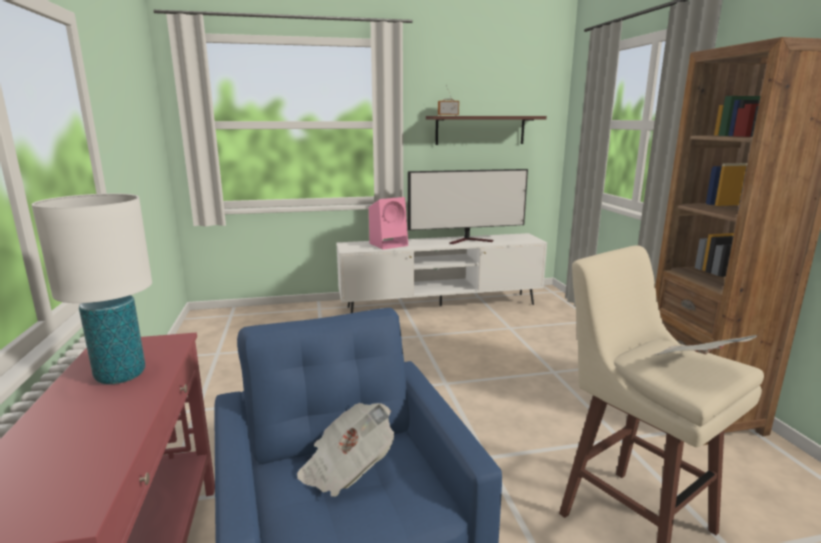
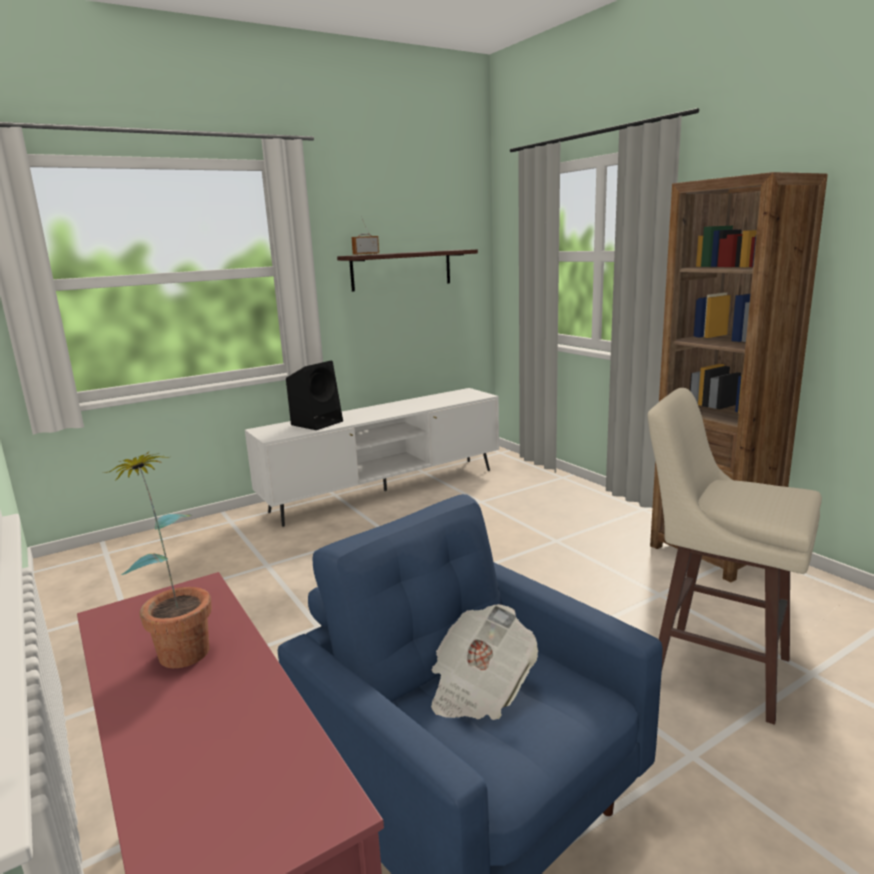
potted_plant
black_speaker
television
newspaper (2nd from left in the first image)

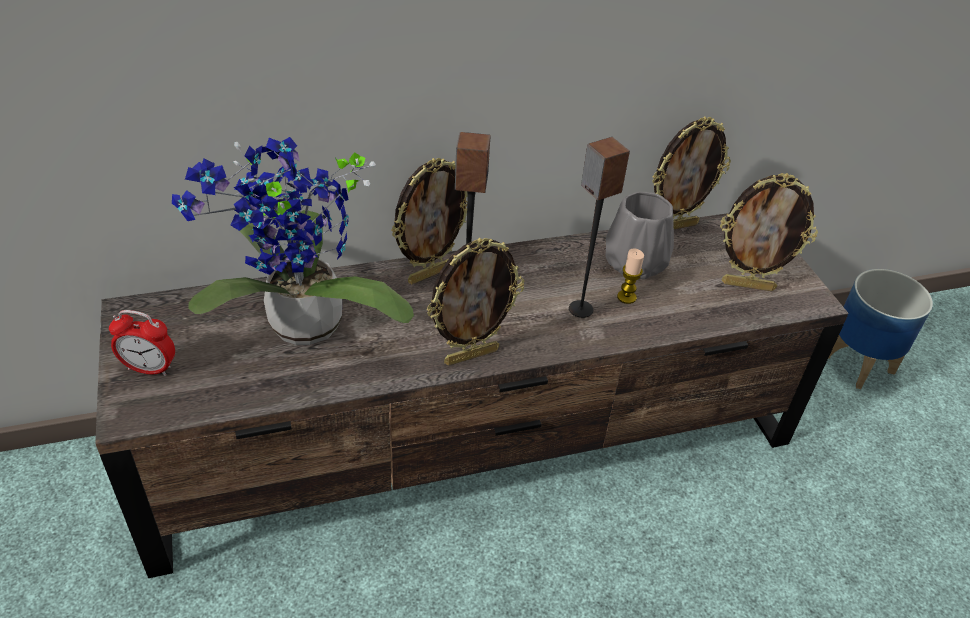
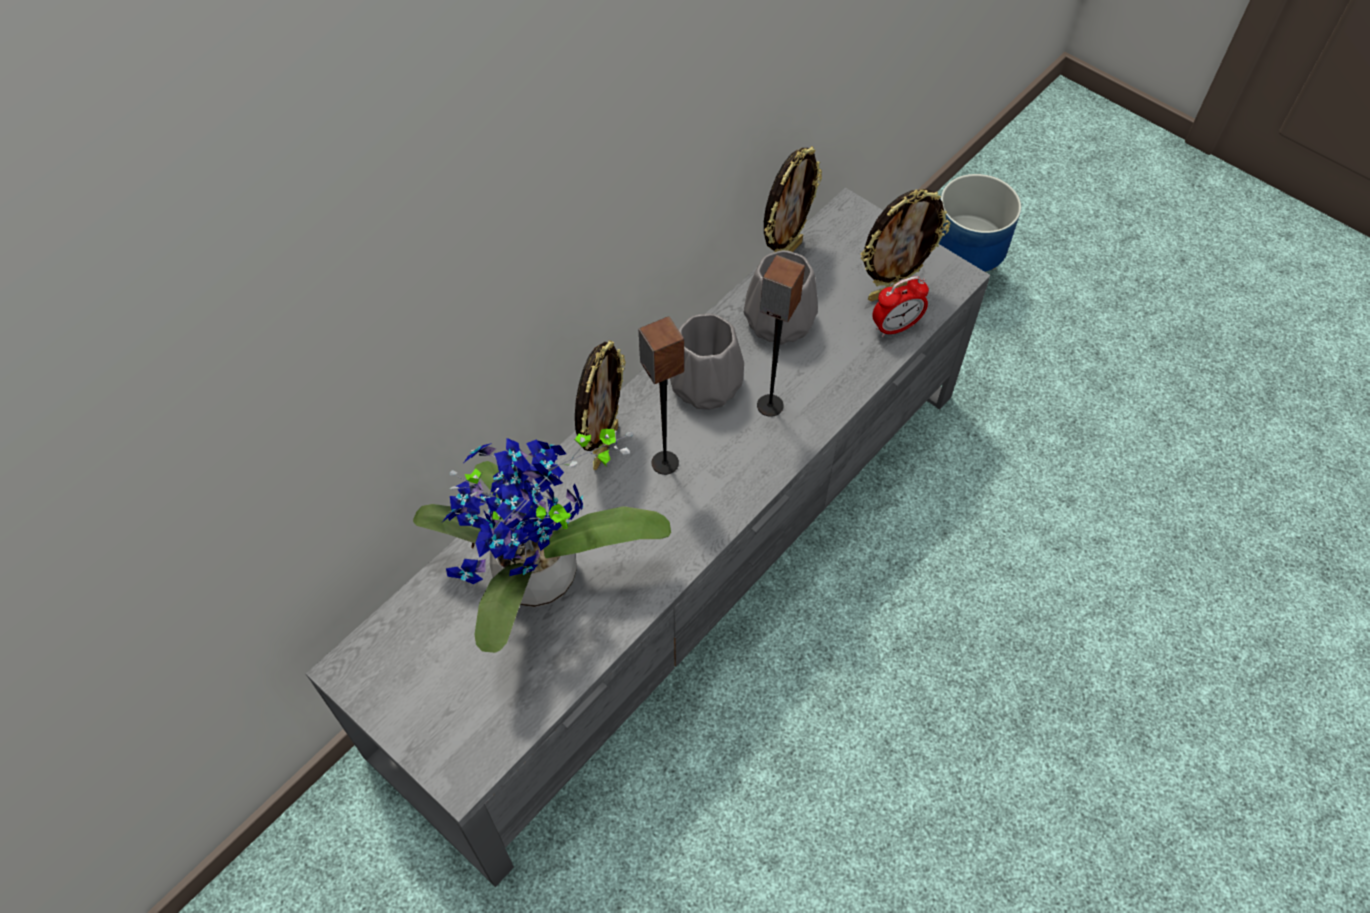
grey_tv_stand
alarm_clock
picture_frame (2nd from left in the first image)
candle
grey_vase (1st from left)

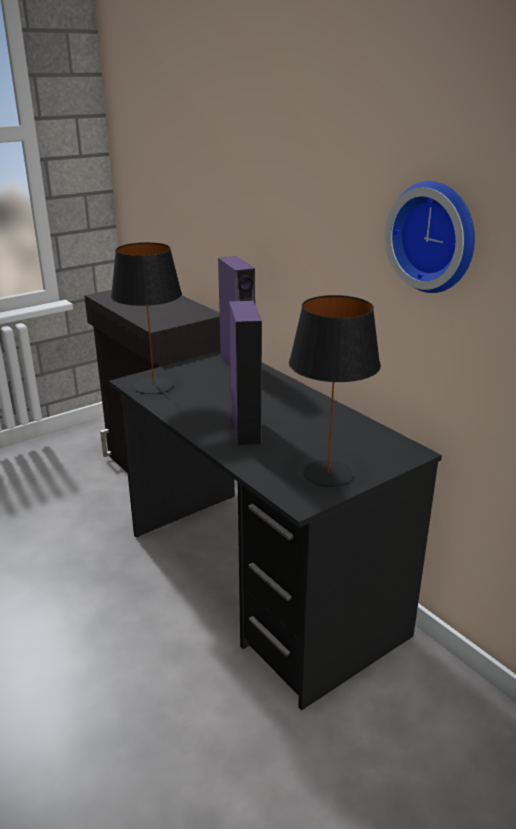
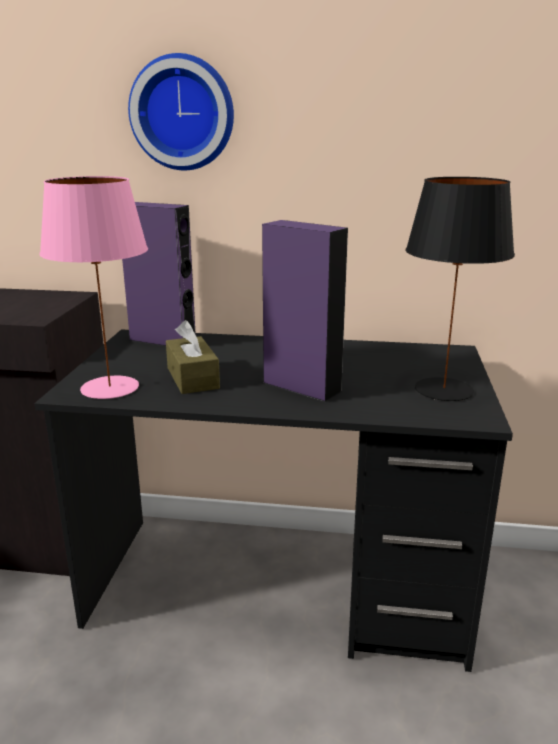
pink_table_lamp
wall_clock
brown_tissue_box

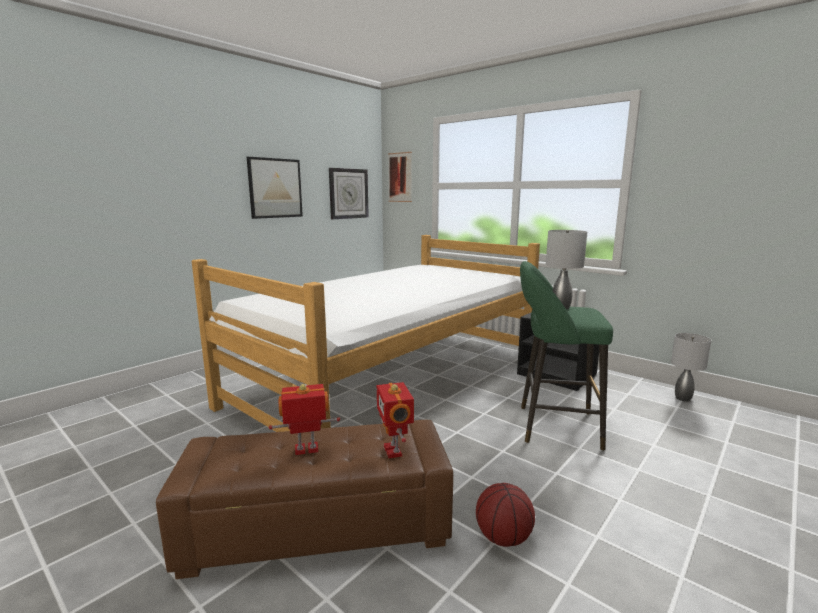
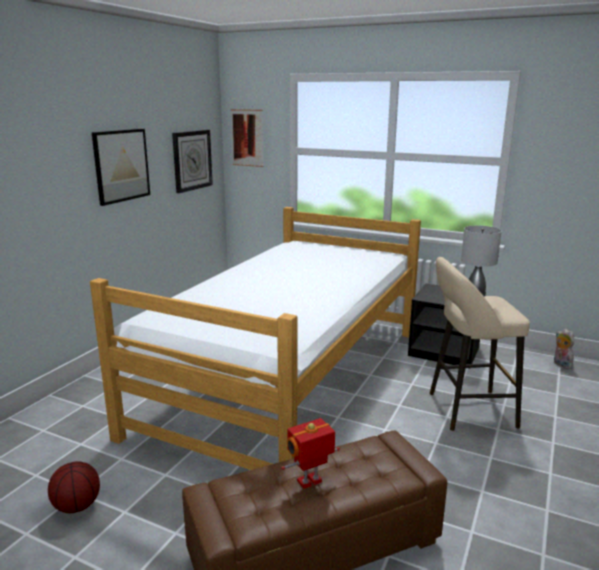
toy_robot (2nd from left in the first image)
basketball
beige_stool
plush_toy

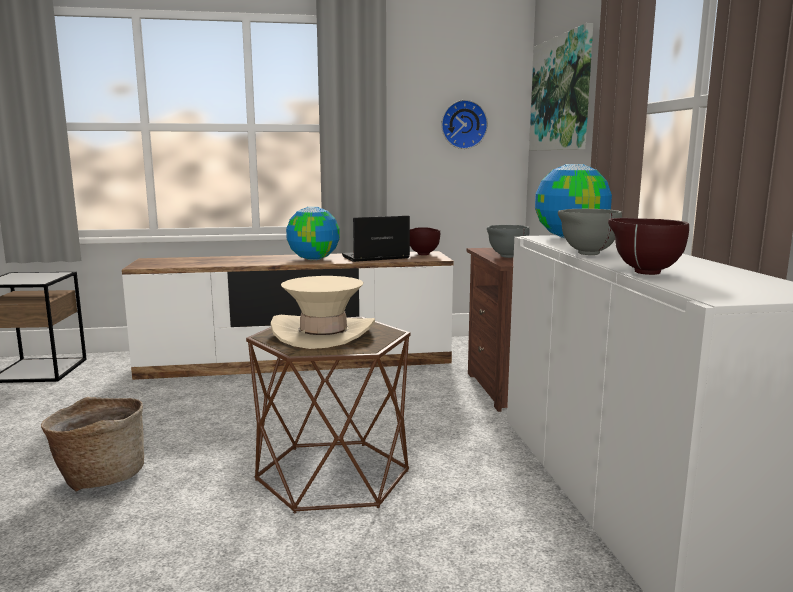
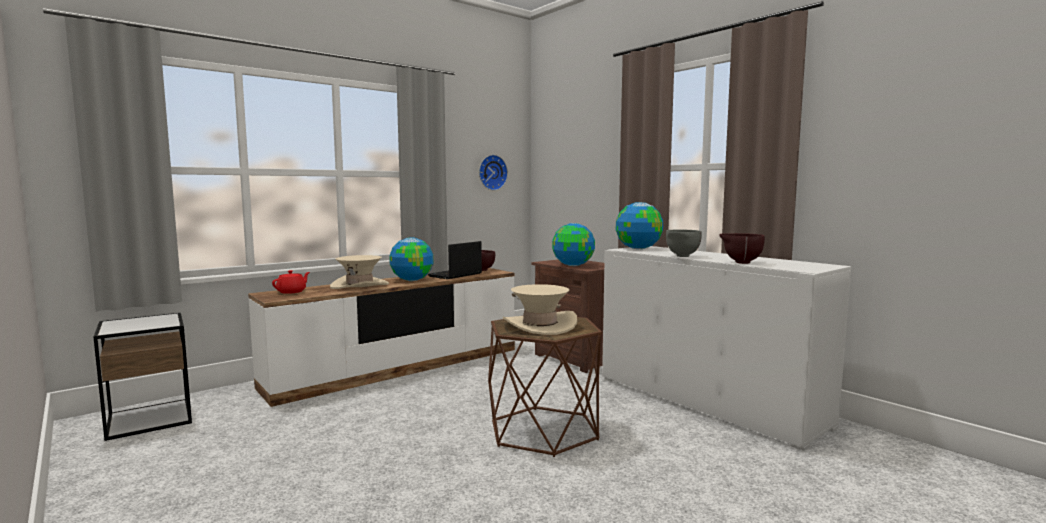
basket
globe (2nd from left)
picture
red_teapot
beige_hat (1st from left)

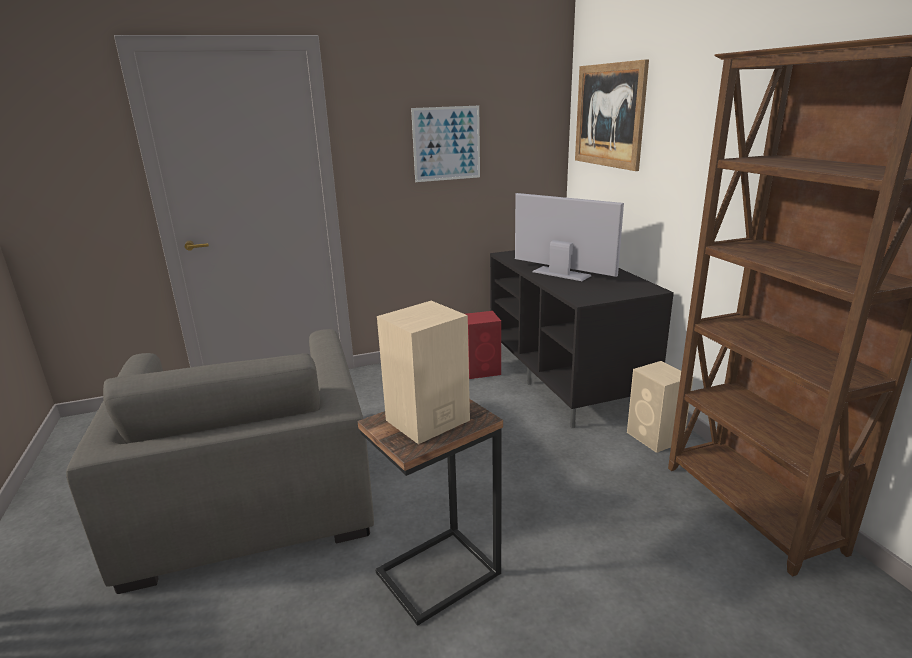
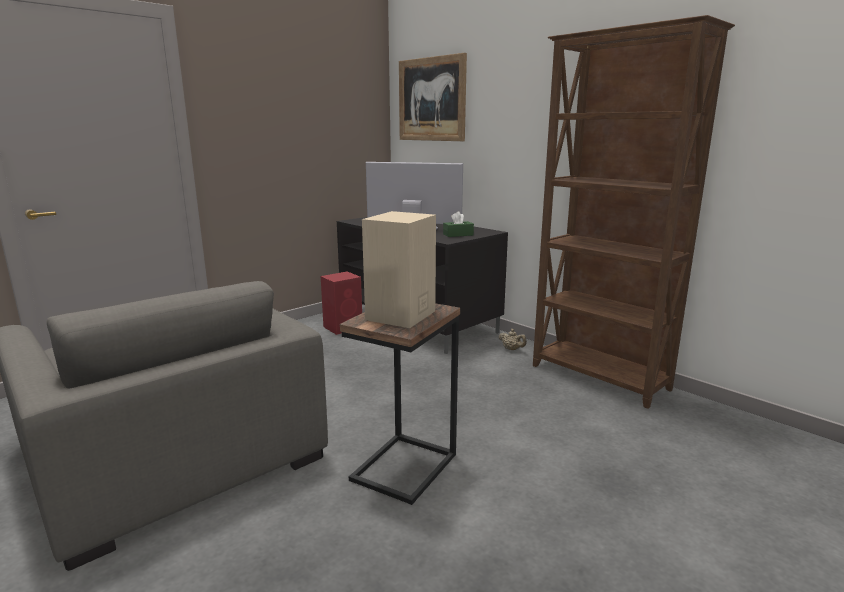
picture (1st from left in the first image)
beige_teapot
green_tissue_box

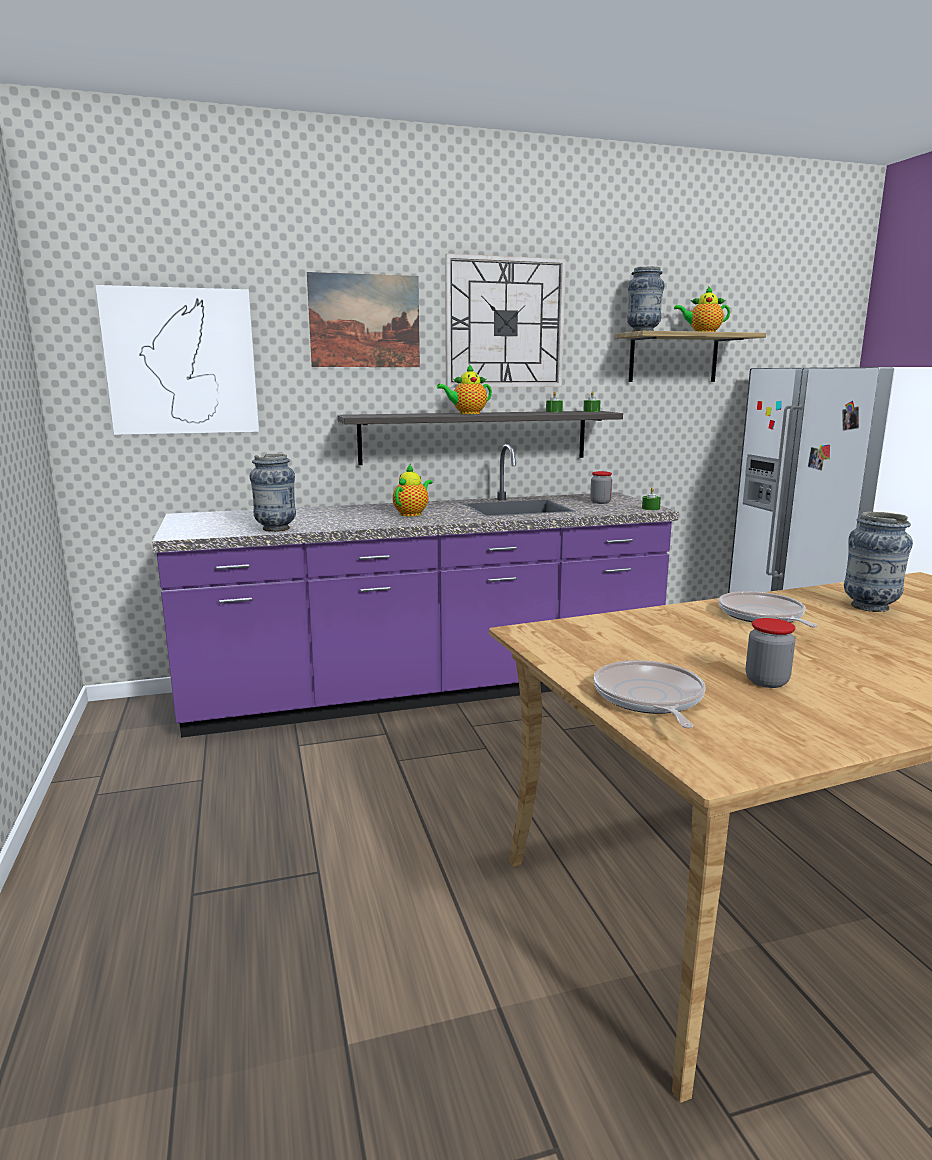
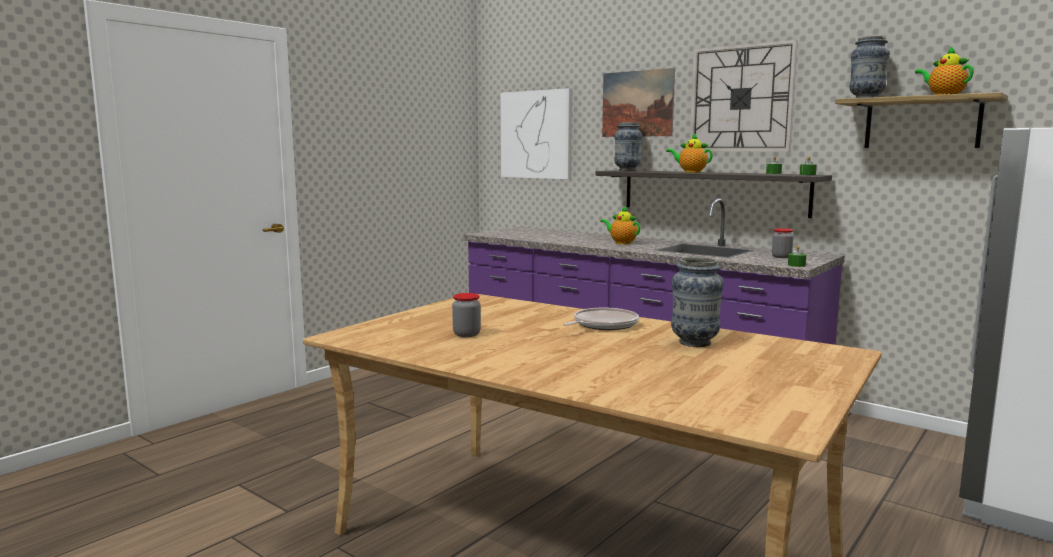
vase (1st from left)
teapot (1st from left)
frying_pan (1st from left in the first image)

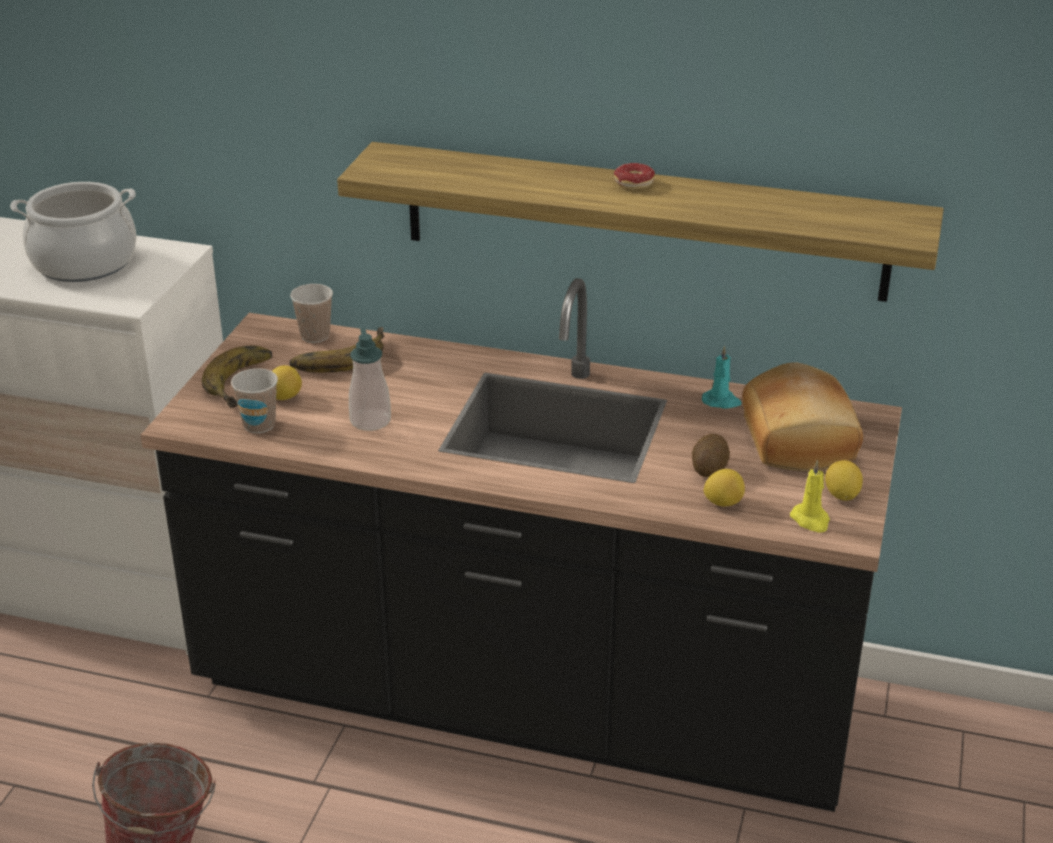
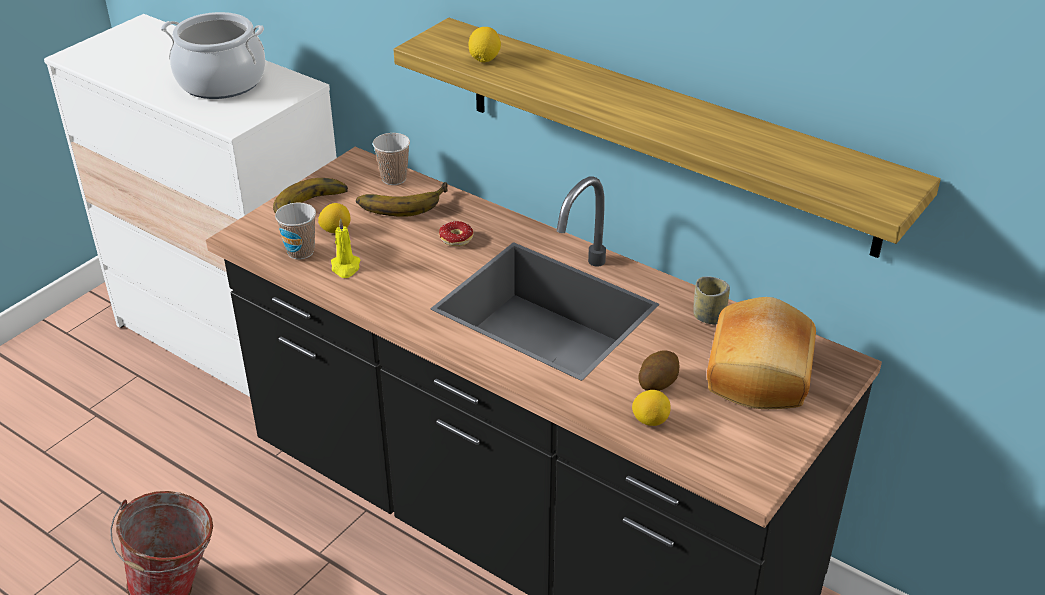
soap_dispenser
donut
cup (3rd from left)
yellow_candle
lemon (2nd from left)

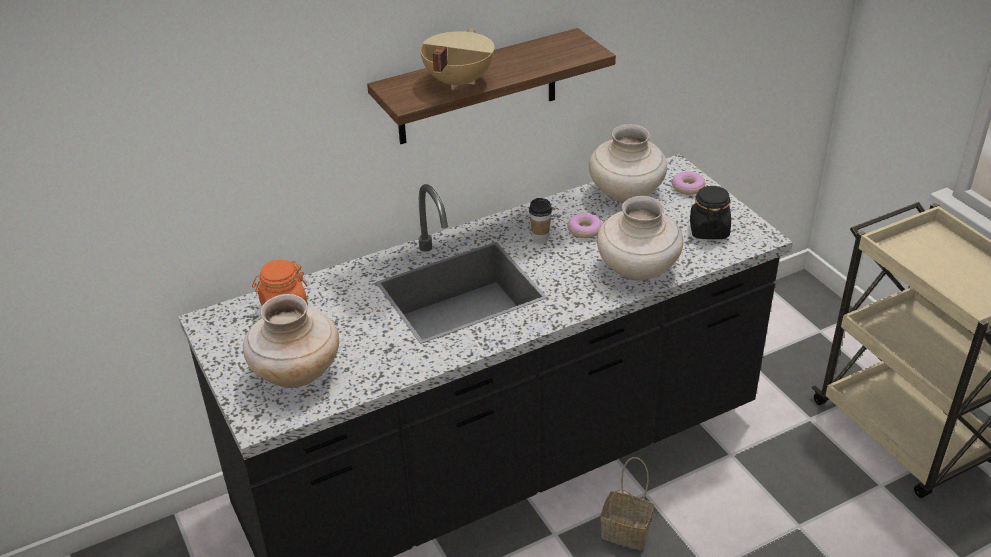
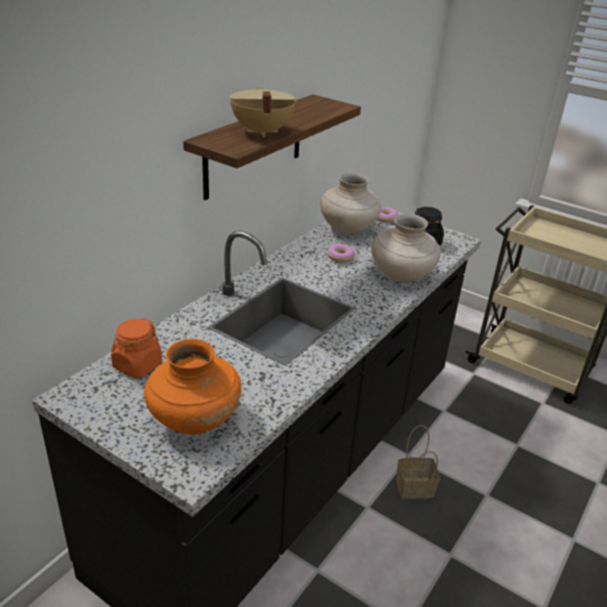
orange_vase
cup

